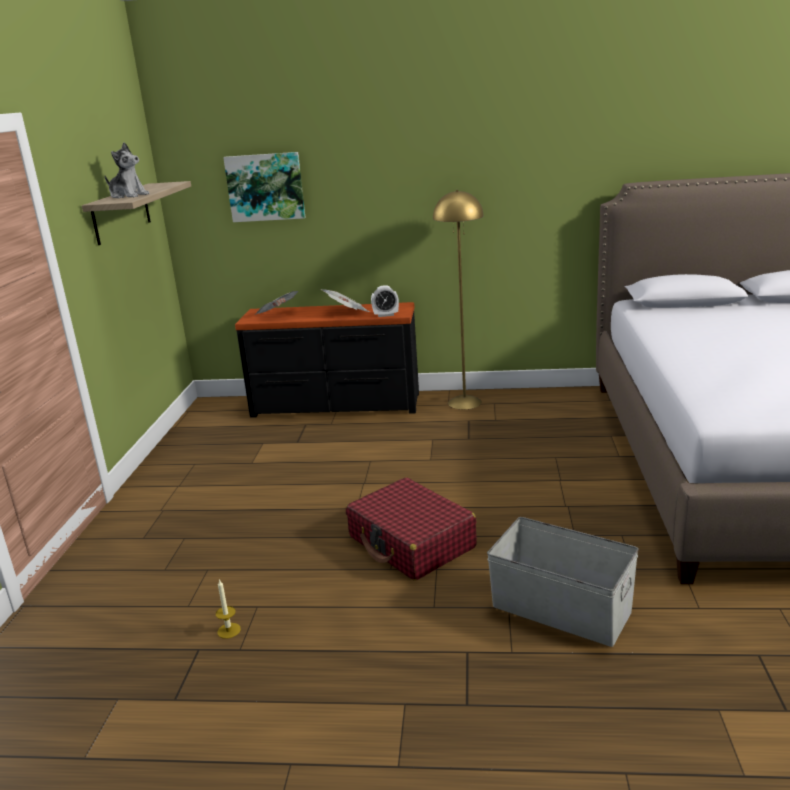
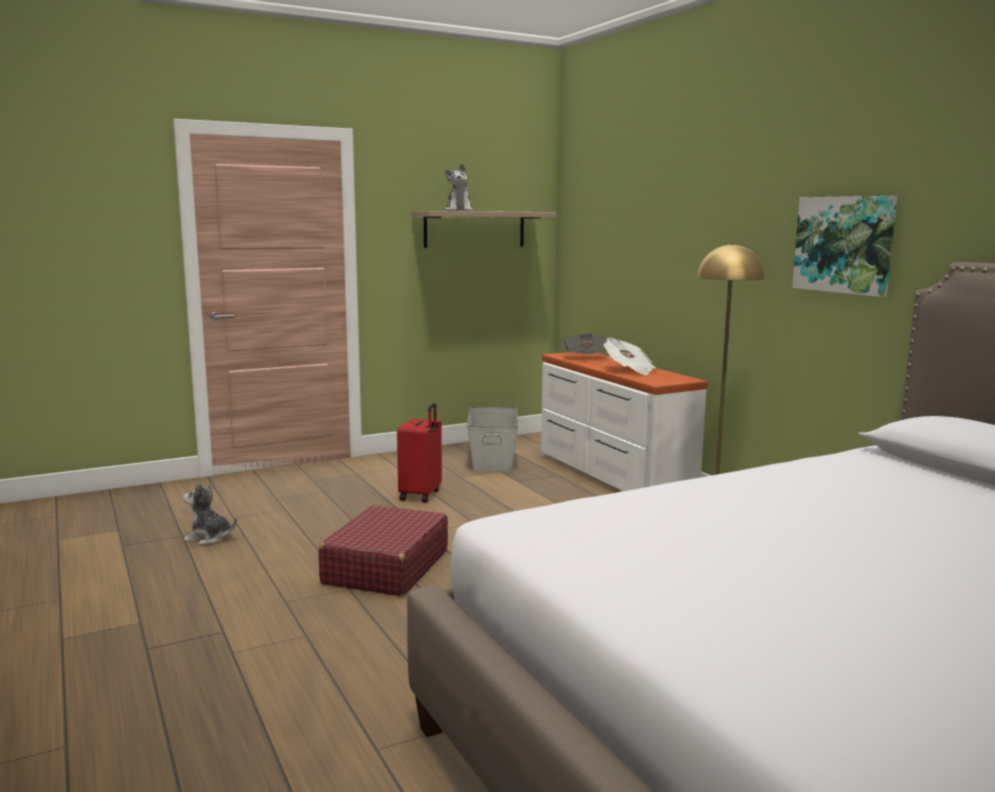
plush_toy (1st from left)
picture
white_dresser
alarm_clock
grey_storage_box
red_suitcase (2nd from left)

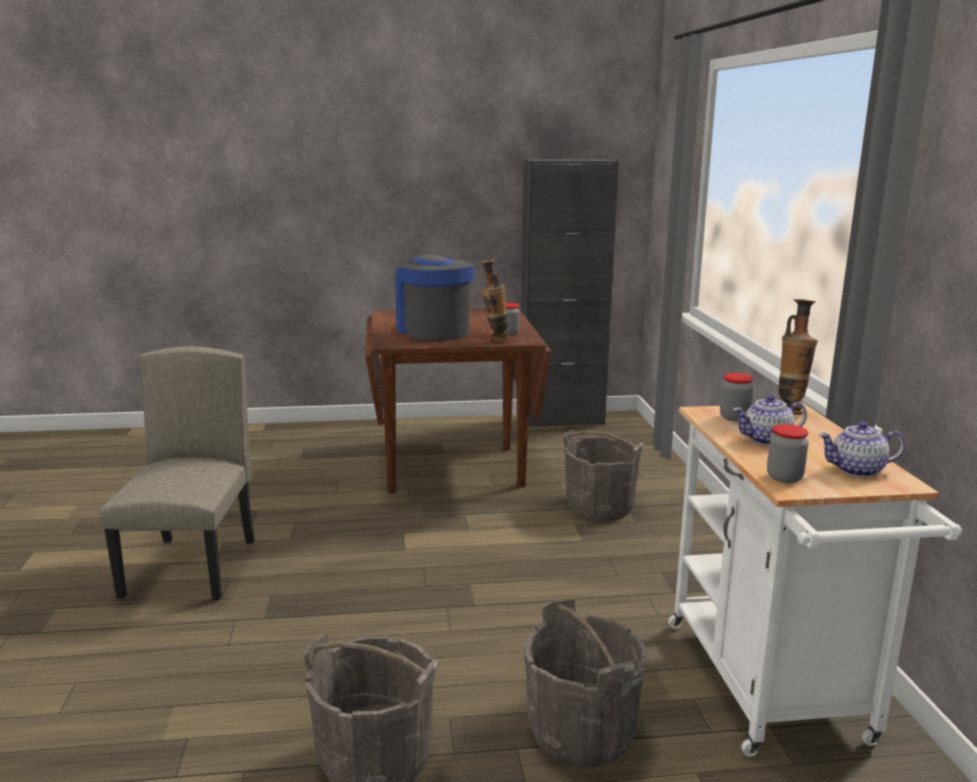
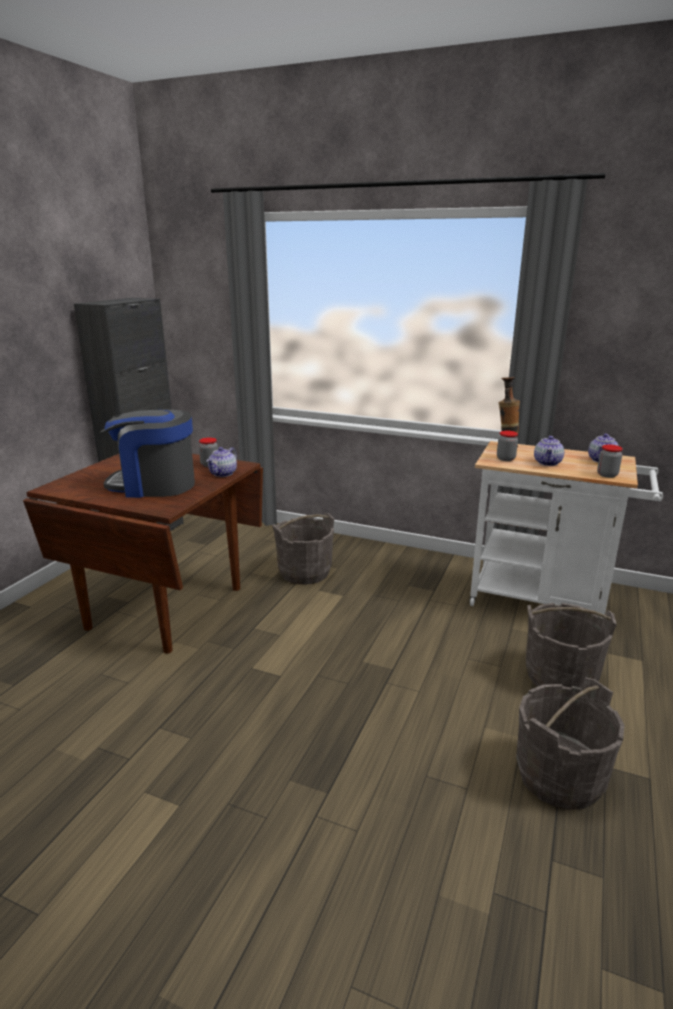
beige_chair
teapot (1st from left)

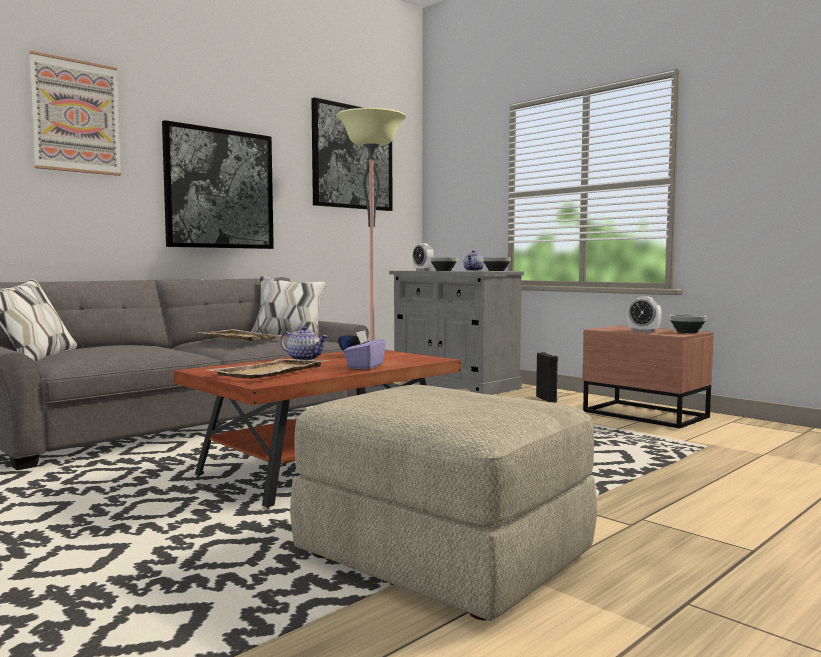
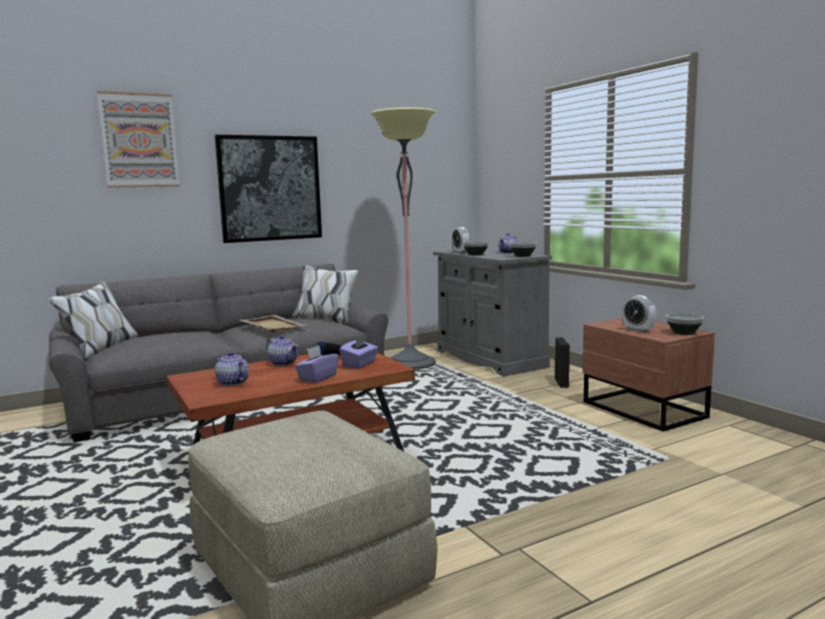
teapot (1st from left)
picture (3rd from left in the first image)
purple_tissue_box (2nd from left)

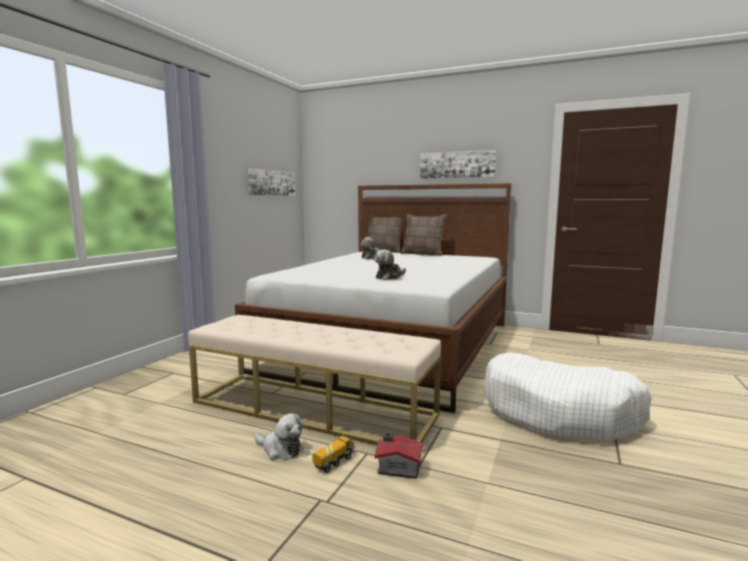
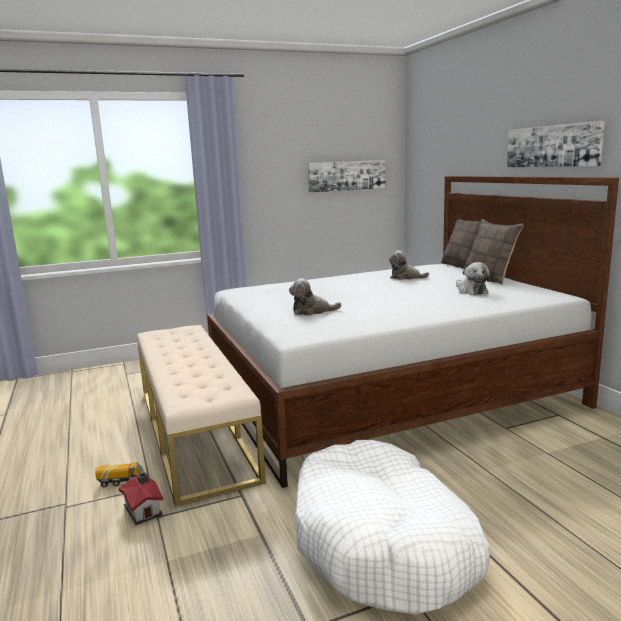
plush_toy (3rd from left)

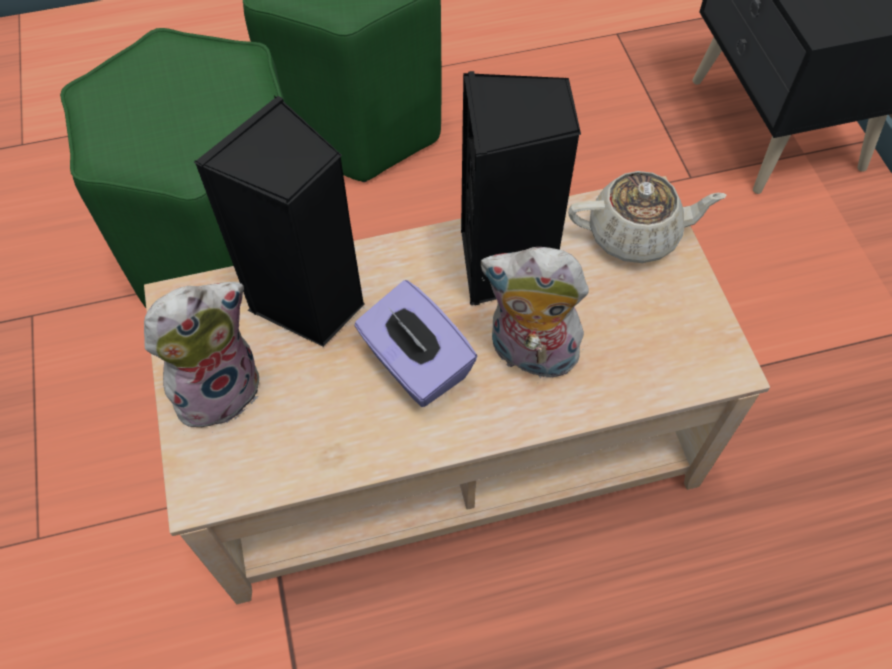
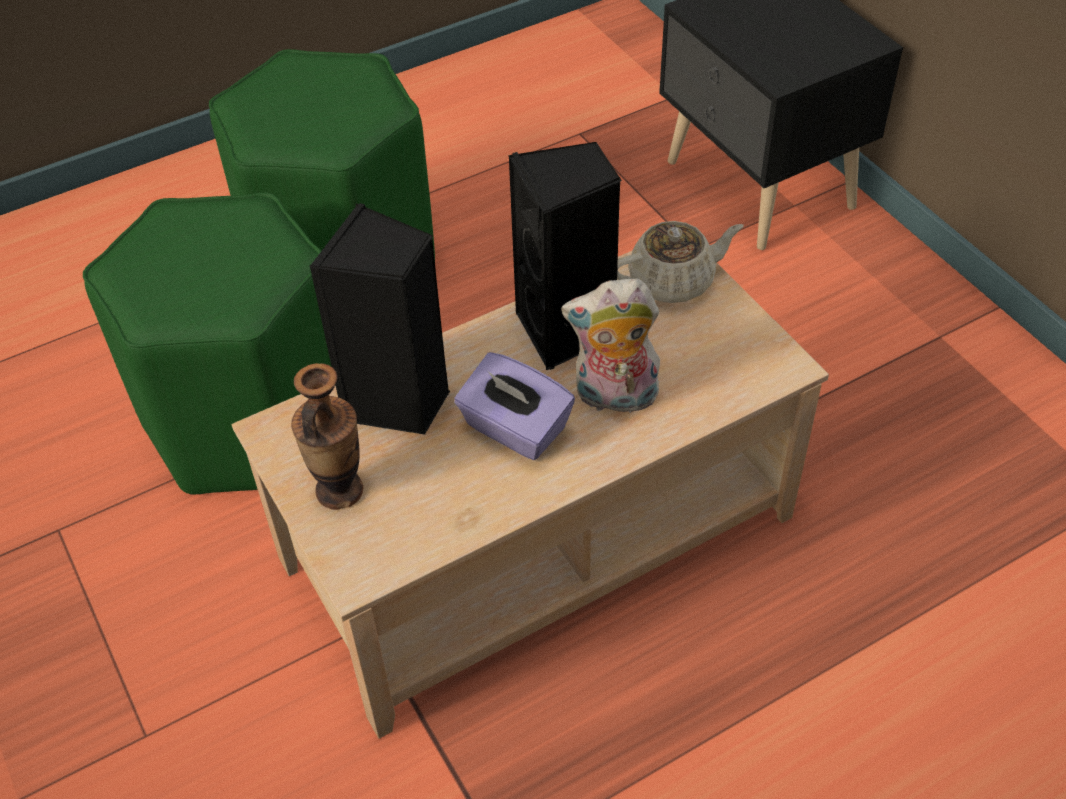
vase

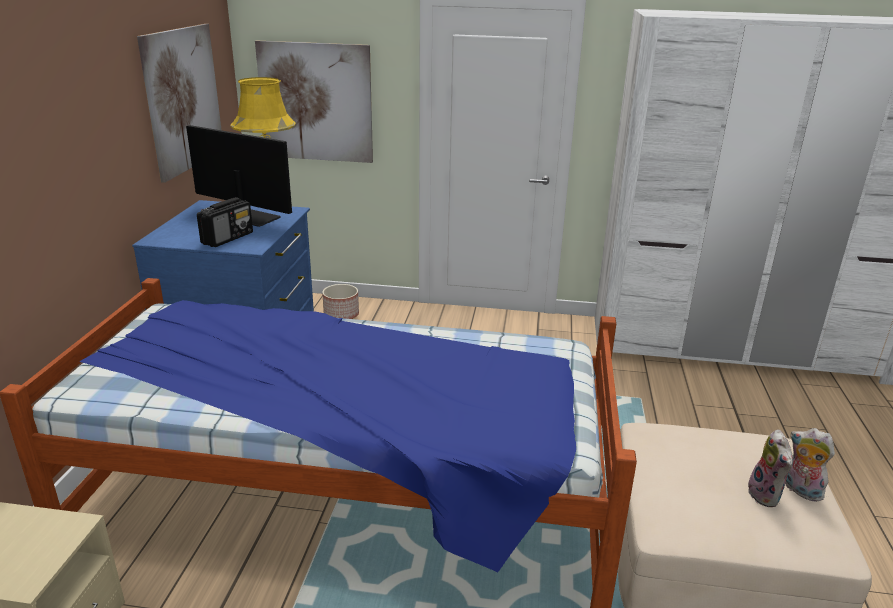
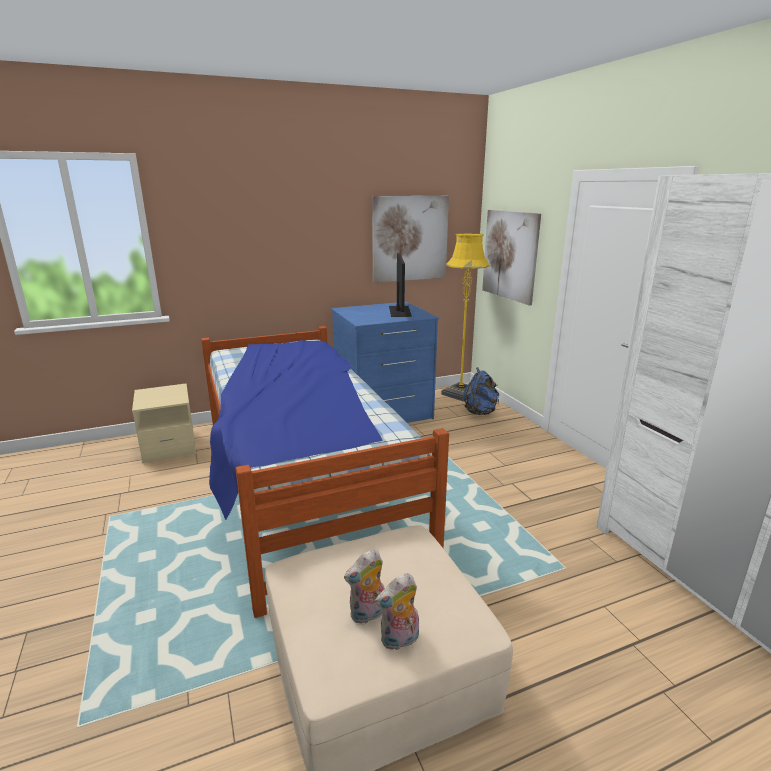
radio
blue_backpack
plush_toy (2nd from left)

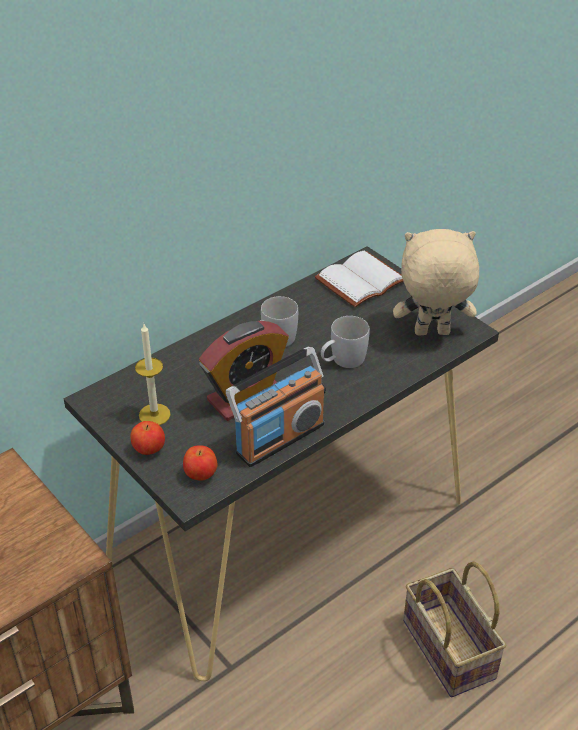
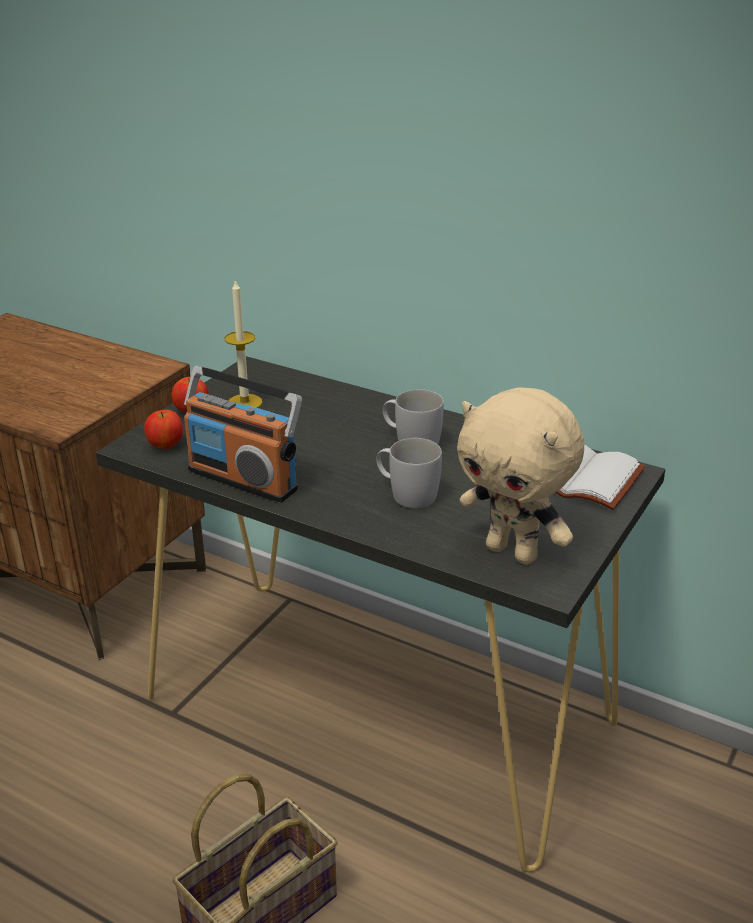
alarm_clock
beige_plush_toy

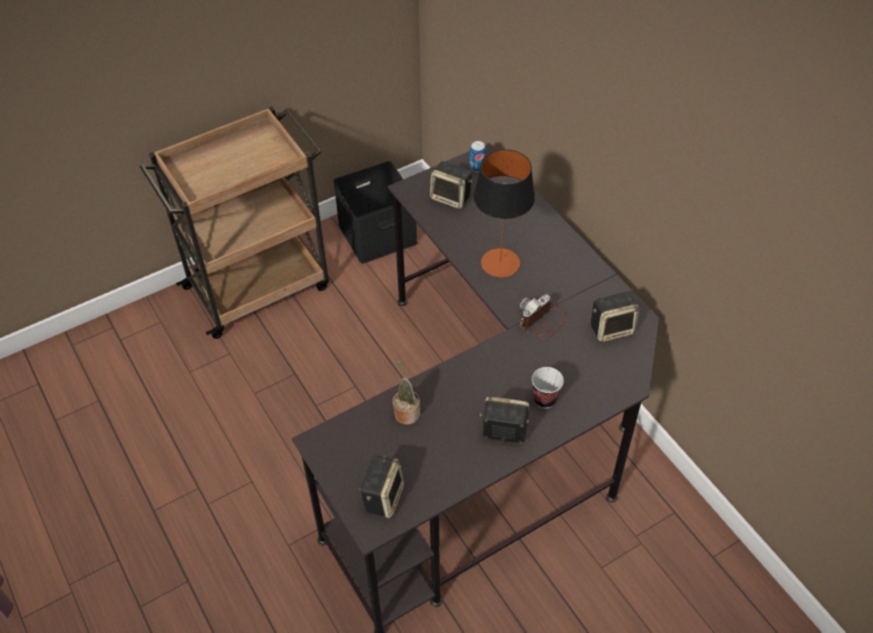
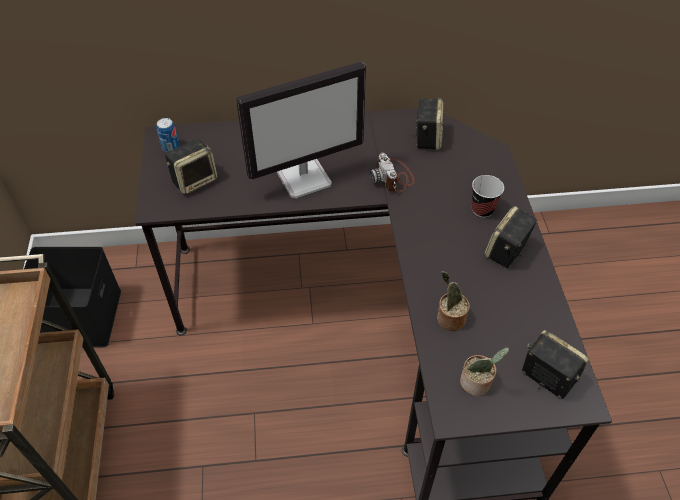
monitor
potted_plant (2nd from left)

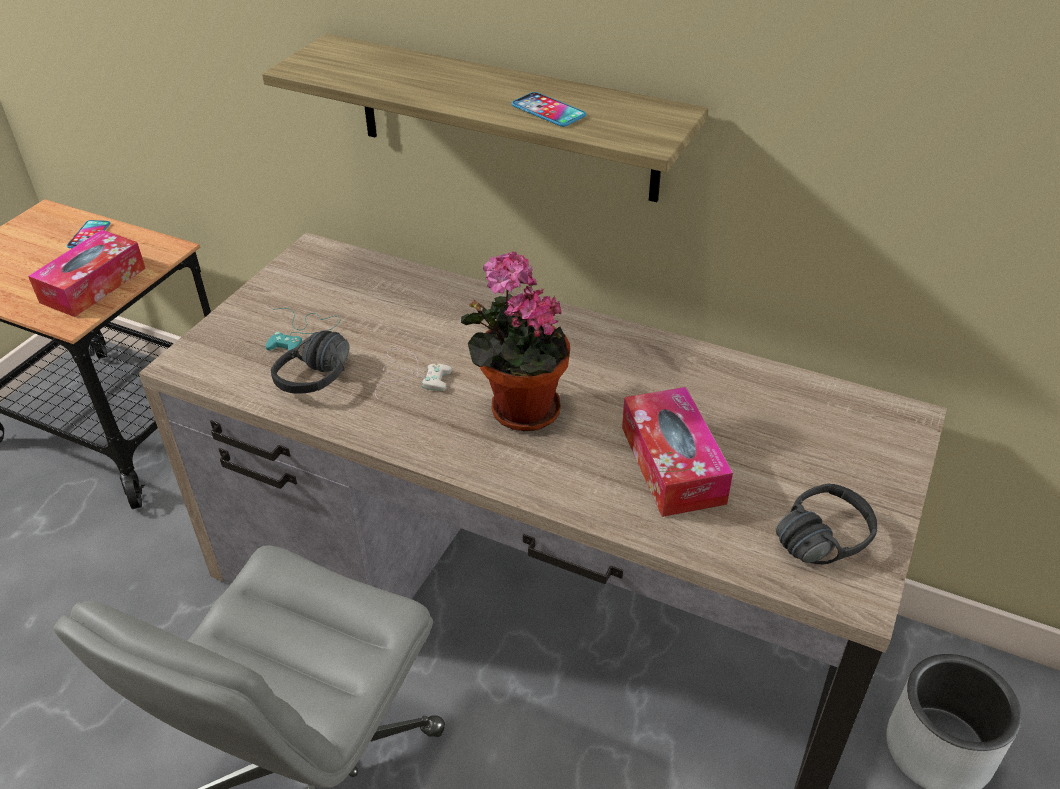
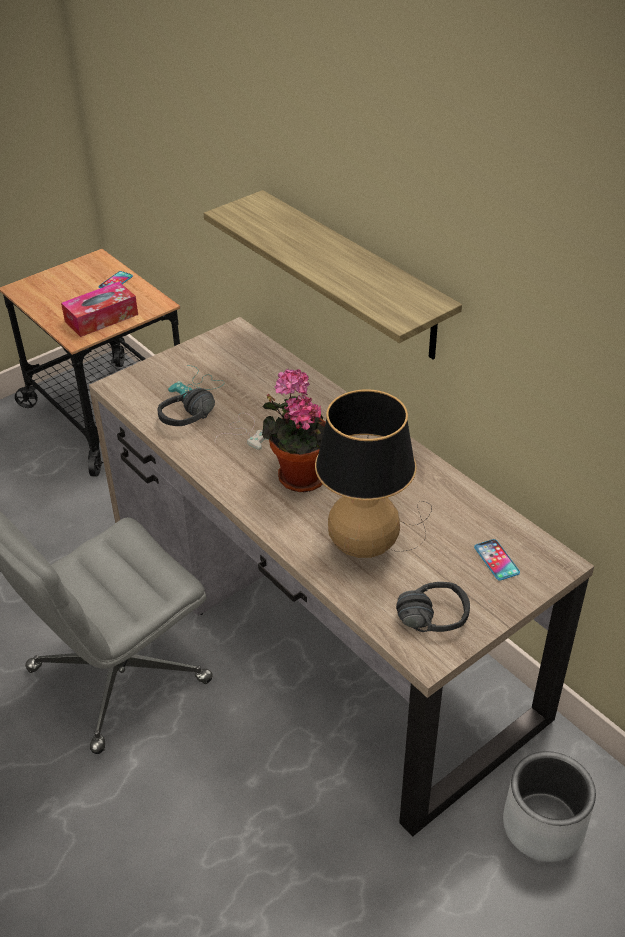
phone (2nd from left)
table_lamp

